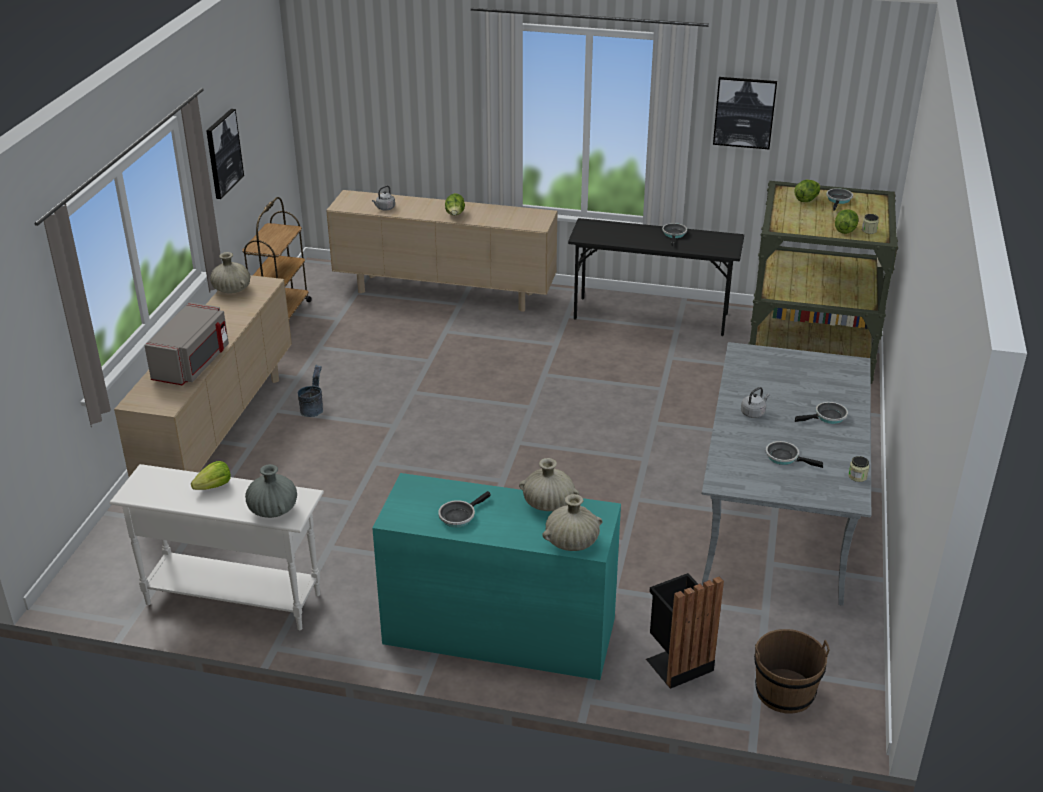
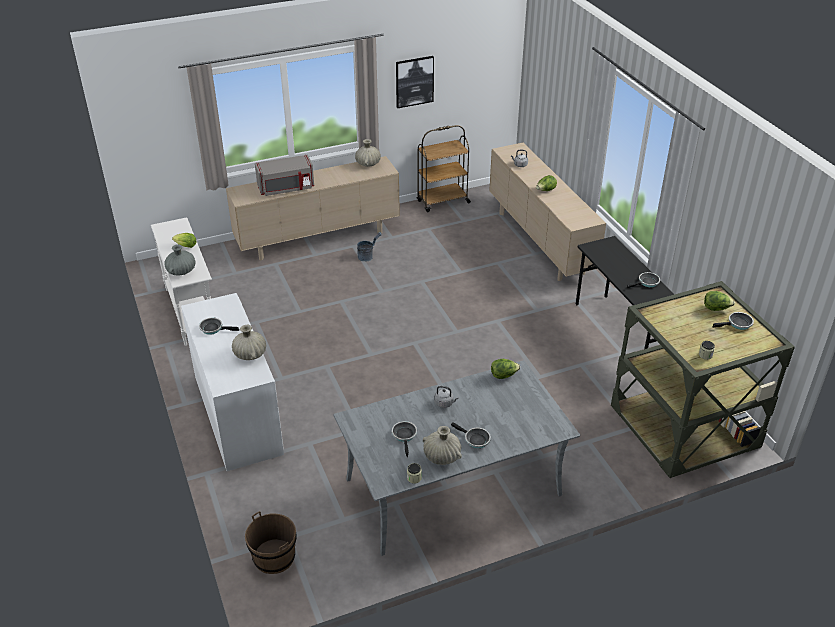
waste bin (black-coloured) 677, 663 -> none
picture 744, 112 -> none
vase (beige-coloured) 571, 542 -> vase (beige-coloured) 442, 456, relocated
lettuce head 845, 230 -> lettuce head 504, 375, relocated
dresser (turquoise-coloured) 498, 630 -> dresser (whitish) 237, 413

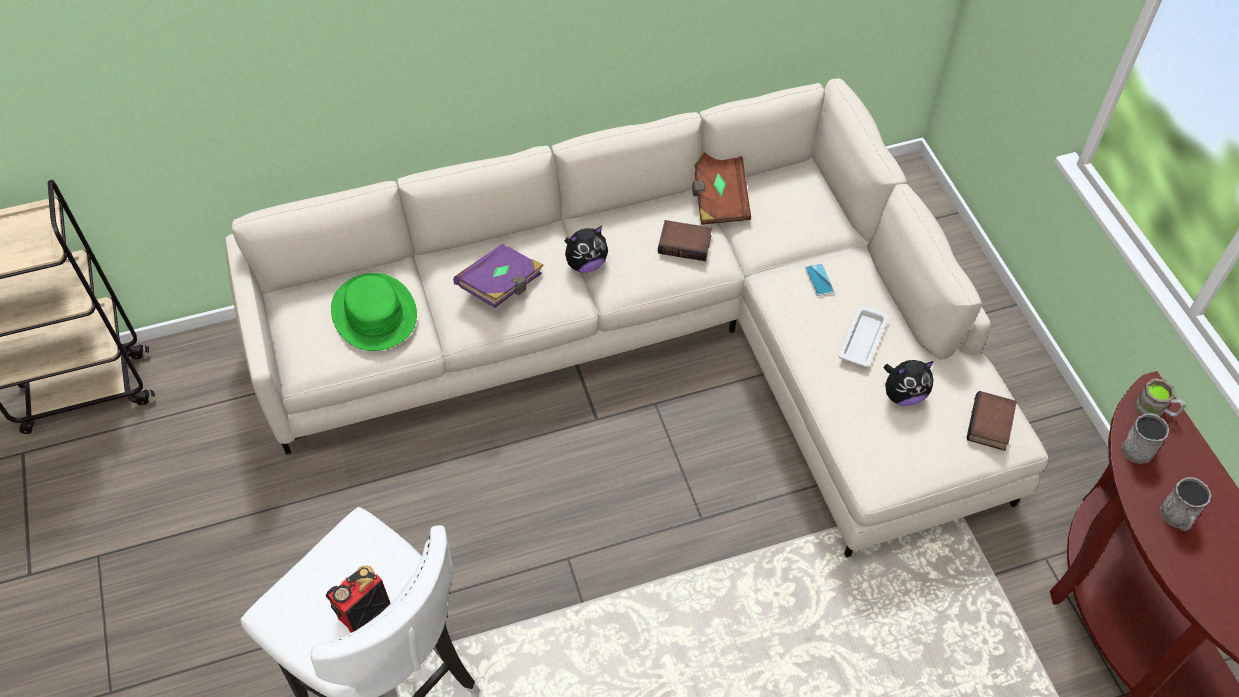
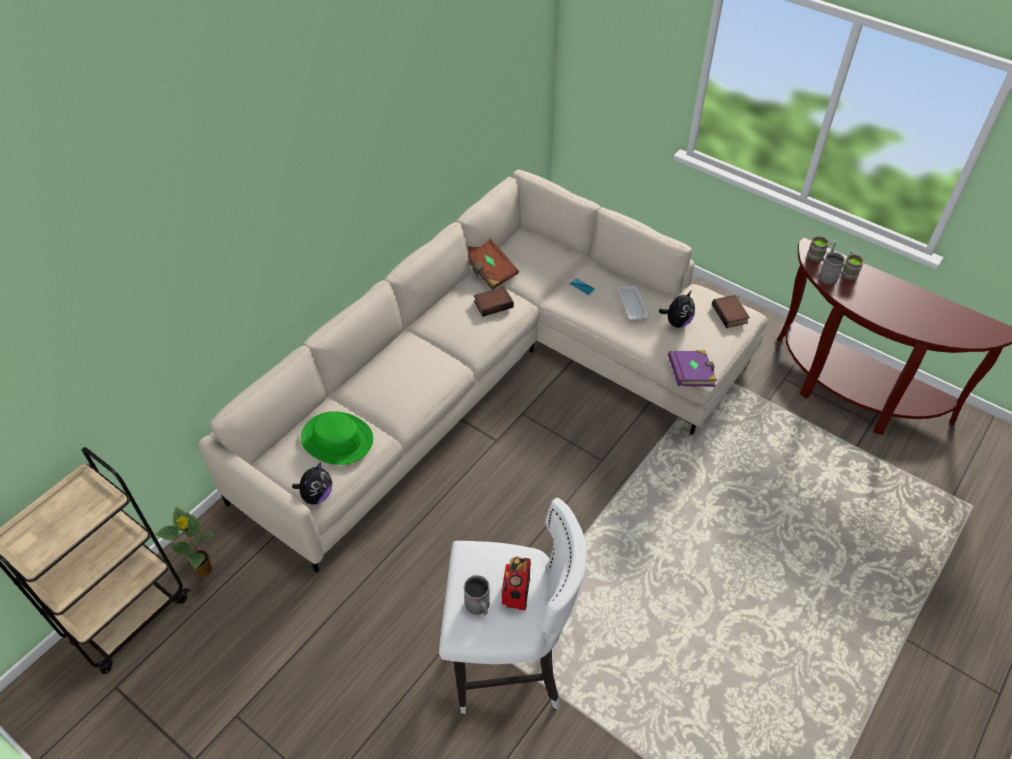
none -> houseplant 205, 569
none -> mug (brown-coloured) 849, 271
volume (purple) 501, 286 -> volume (purple) 691, 376, relocated
cuddly toy 586, 264 -> cuddly toy 316, 495, relocated
mug (greyish) 1177, 518 -> mug (greyish) 479, 606, relocated

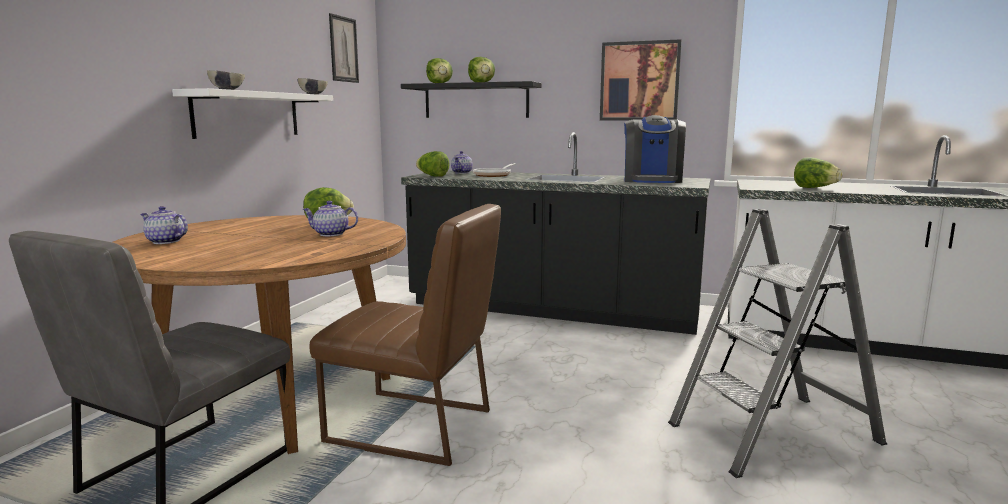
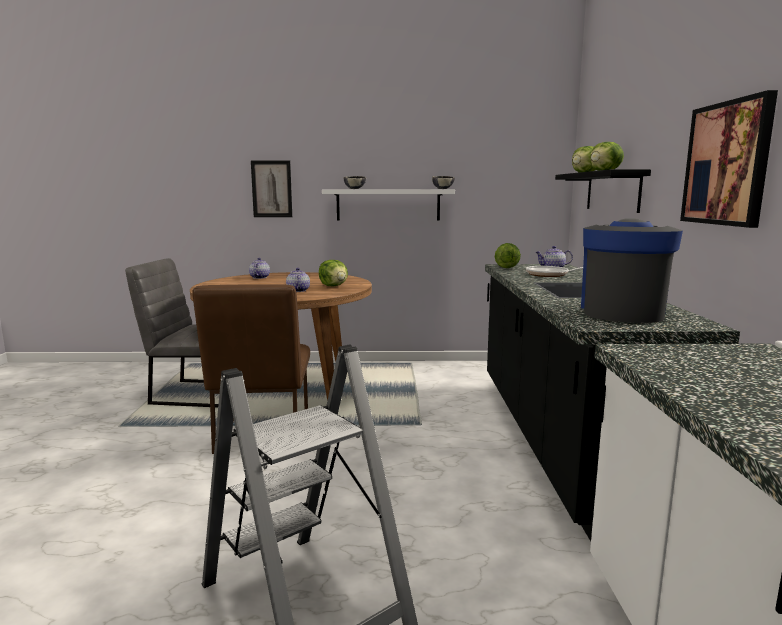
lettuce head 814, 188 -> none
picture 343, 49 -> picture 271, 189, relocated
coffee maker 652, 180 -> coffee maker 621, 311, 120 degrees clockwise

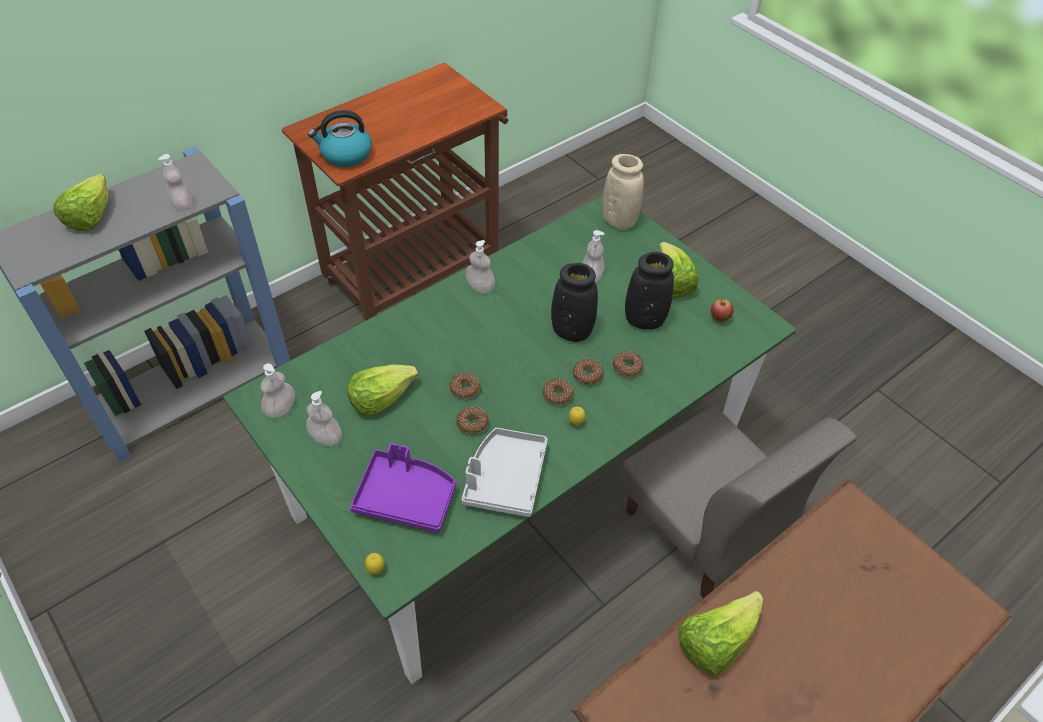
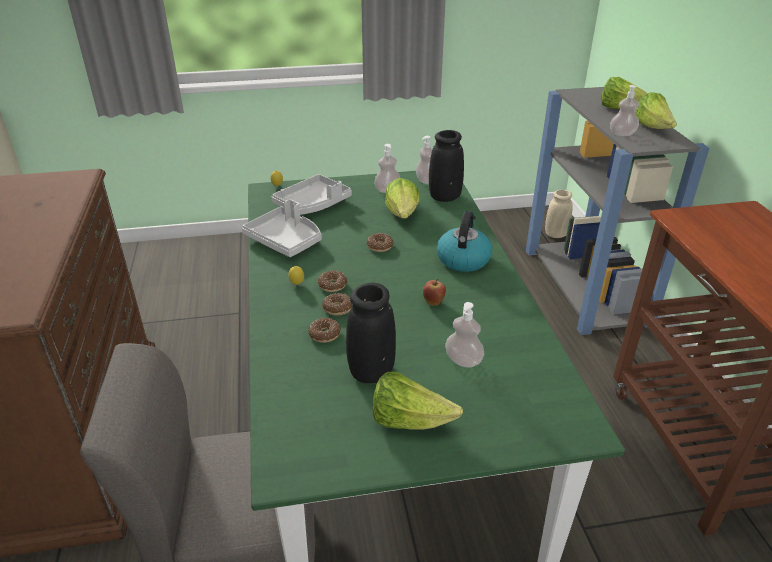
doughnut 472, 424 -> none
soap bottle 480, 287 -> none
water kettle 345, 155 -> water kettle 463, 259, relocated
vase (black-coloured) 572, 331 -> vase (black-coloured) 445, 197, relocated
vase (beige-coloured) 619, 221 -> vase (beige-coloured) 556, 235, relocated
lettuce head 715, 642 -> lettuce head 652, 128, relocated
whole apple 719, 319 -> whole apple 433, 302, relocated
carrying tray (purple) 406, 497 -> carrying tray (greyish) 313, 204

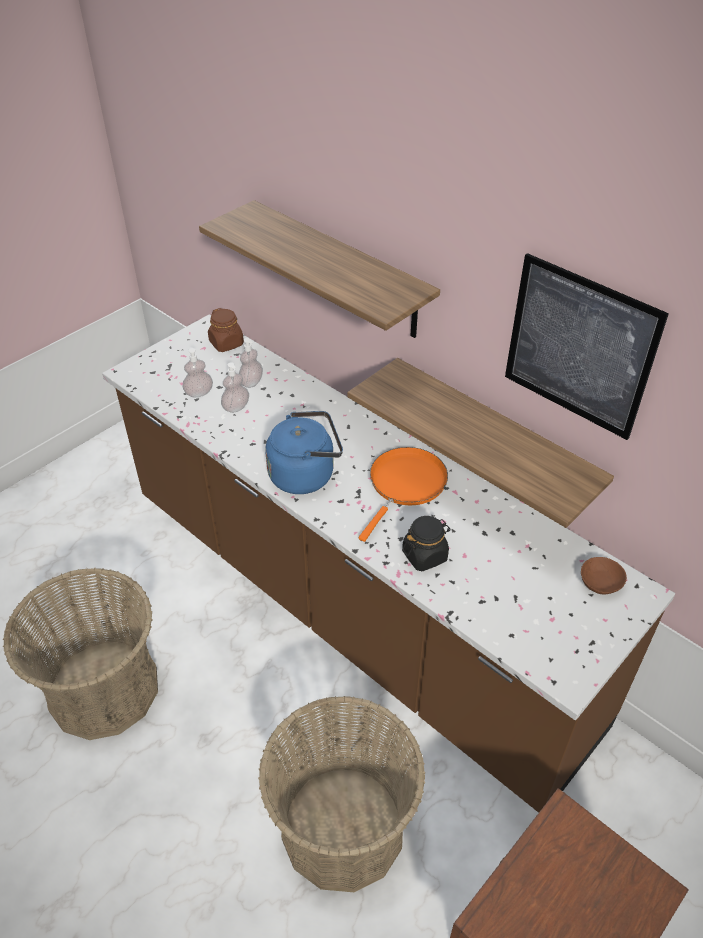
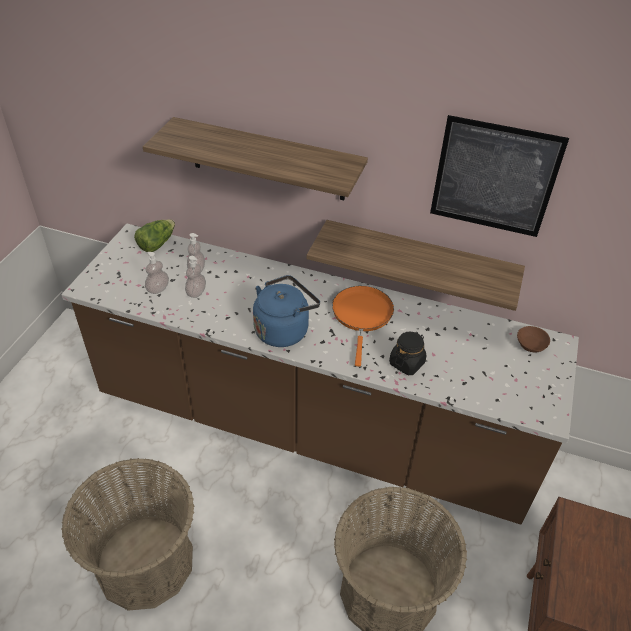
preserve jar (brown-coloured) 226, 343 -> lettuce head 157, 243

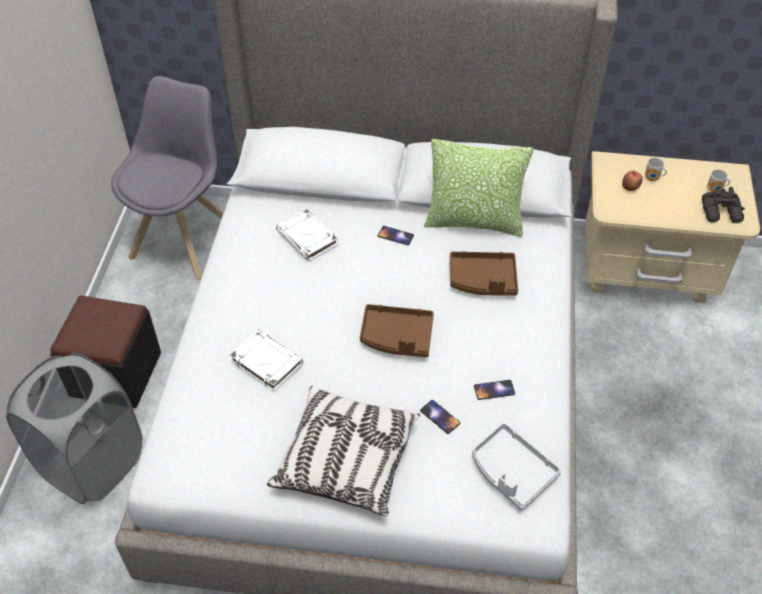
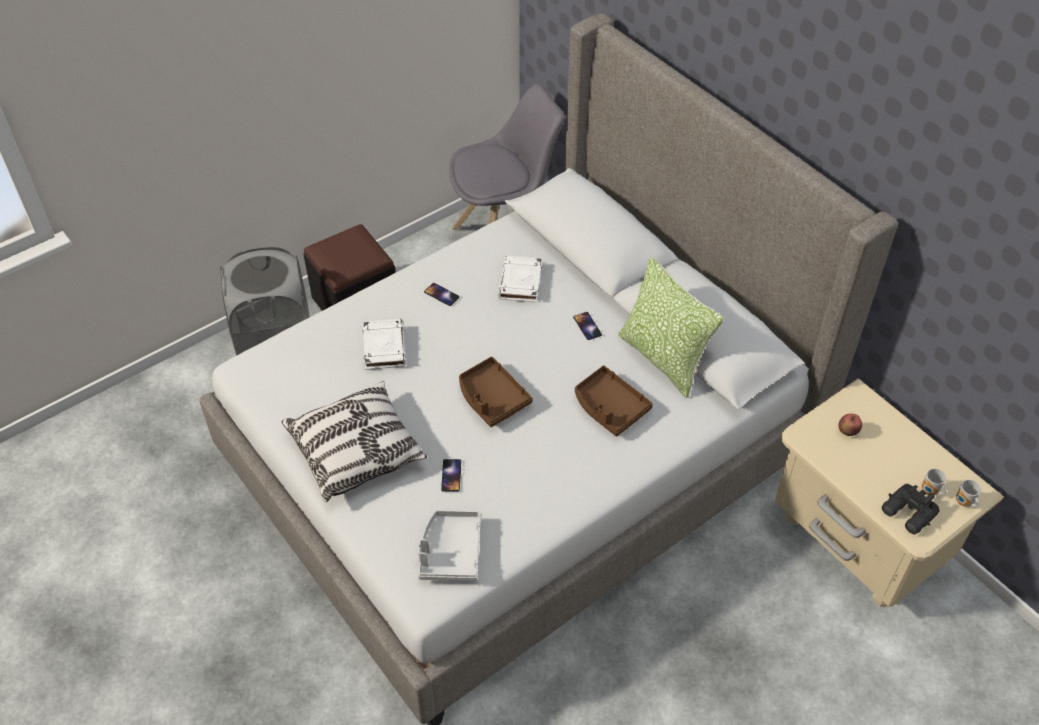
handset 494, 390 -> handset 441, 294, relocated
mug 652, 179 -> mug 964, 503, relocated

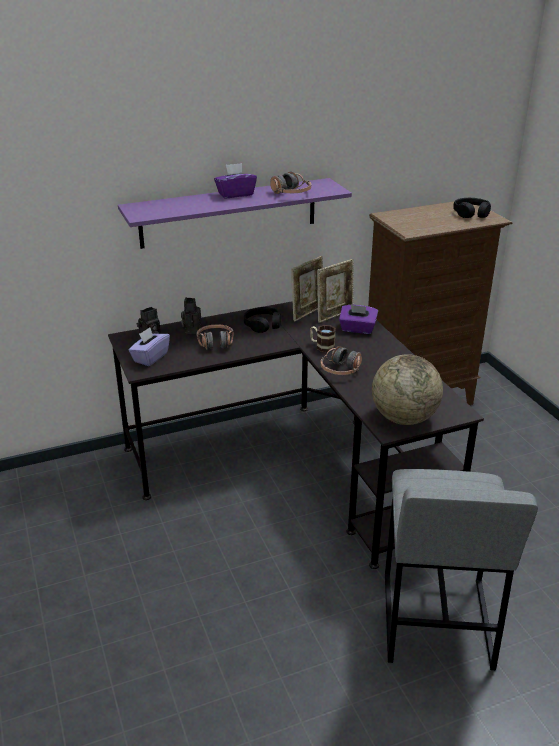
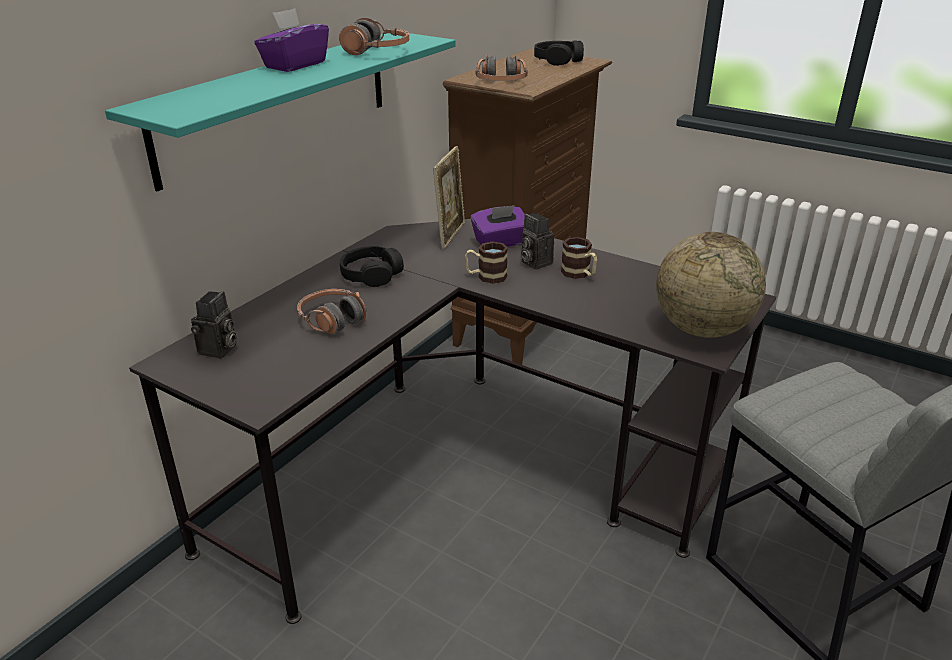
box of tissues (purple) 150, 357 -> none
photo frame 307, 313 -> none
none -> mug 579, 274
photo camera 192, 329 -> photo camera 534, 262, relocated
headset 341, 370 -> headset 501, 83, relocated
wall shelf (purple) 229, 213 -> wall shelf (turquoise-coloured) 278, 104

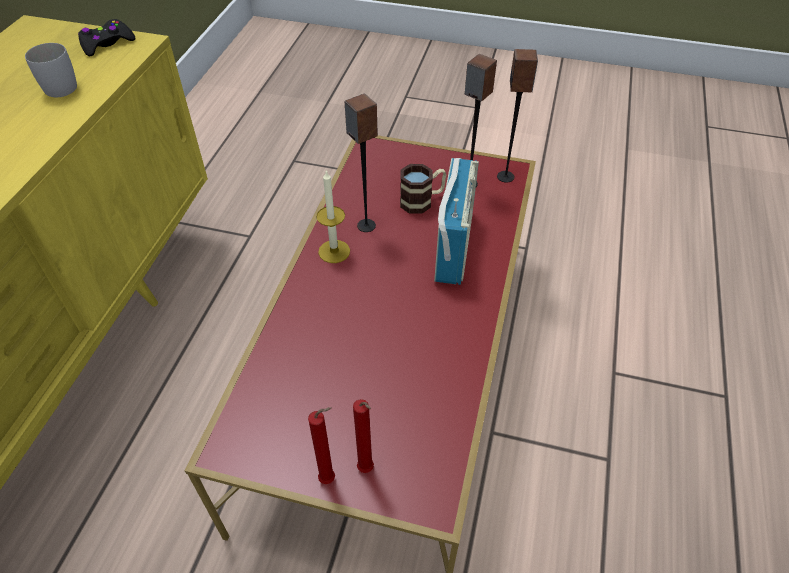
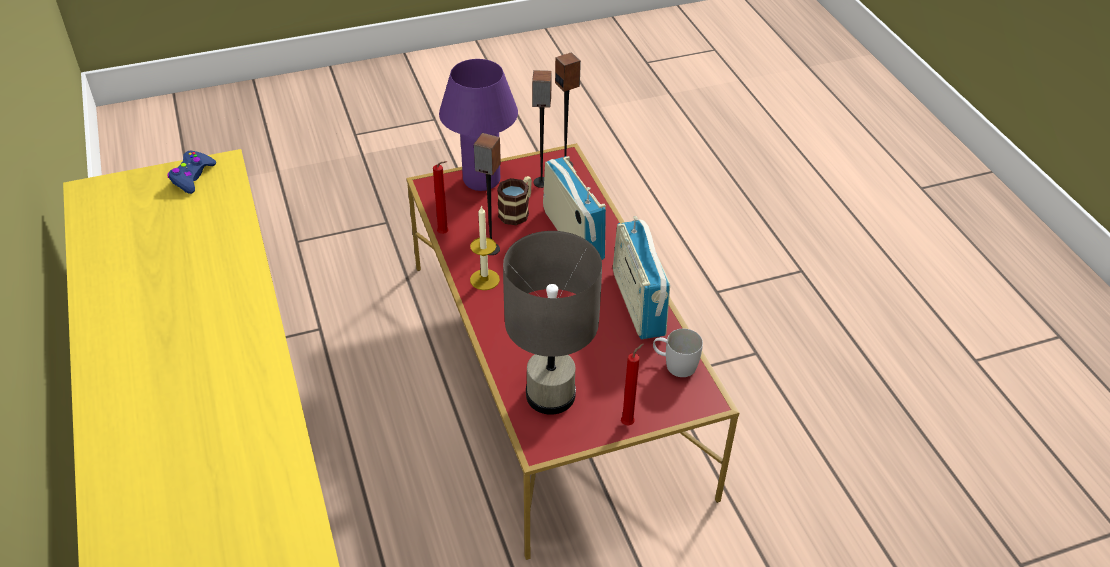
none -> table lamp (purple) 481, 180
none -> table lamp (greyish) 549, 395
none -> radio receiver 638, 304
mug (whitish) 59, 85 -> mug (whitish) 674, 364, relocated
wax candle (red-coloured) 367, 470 -> wax candle (red-coloured) 444, 234, relocated
joypad (black-coloured) 107, 44 -> joypad (blue-coloured) 192, 177

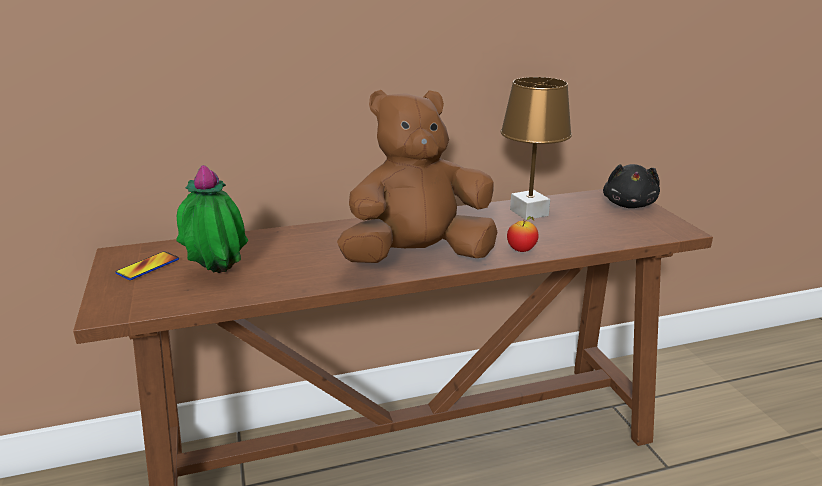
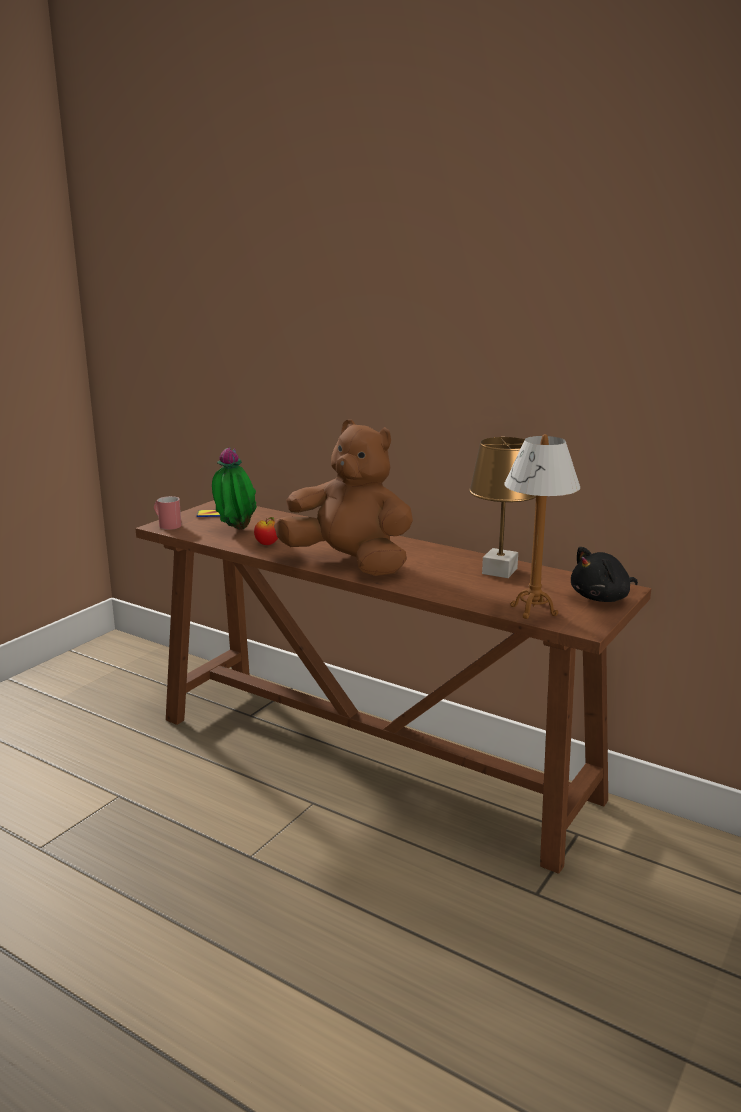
none -> mug (red-coloured) 166, 525
none -> table lamp 534, 610
whole apple 521, 250 -> whole apple 267, 544, relocated

